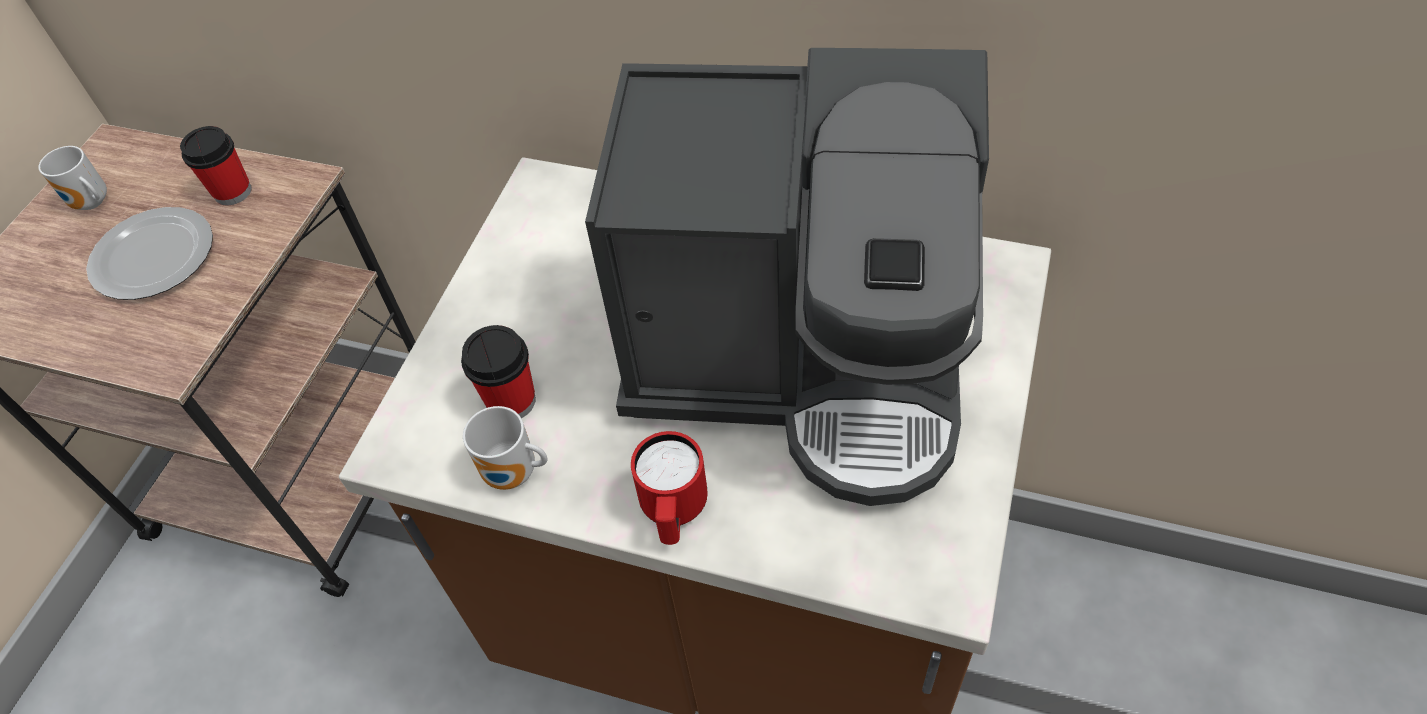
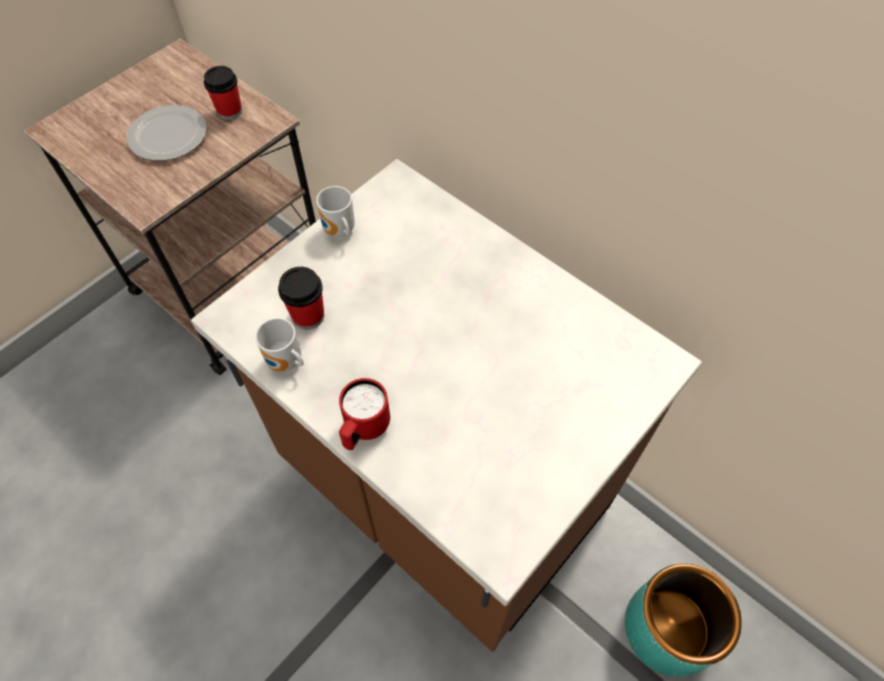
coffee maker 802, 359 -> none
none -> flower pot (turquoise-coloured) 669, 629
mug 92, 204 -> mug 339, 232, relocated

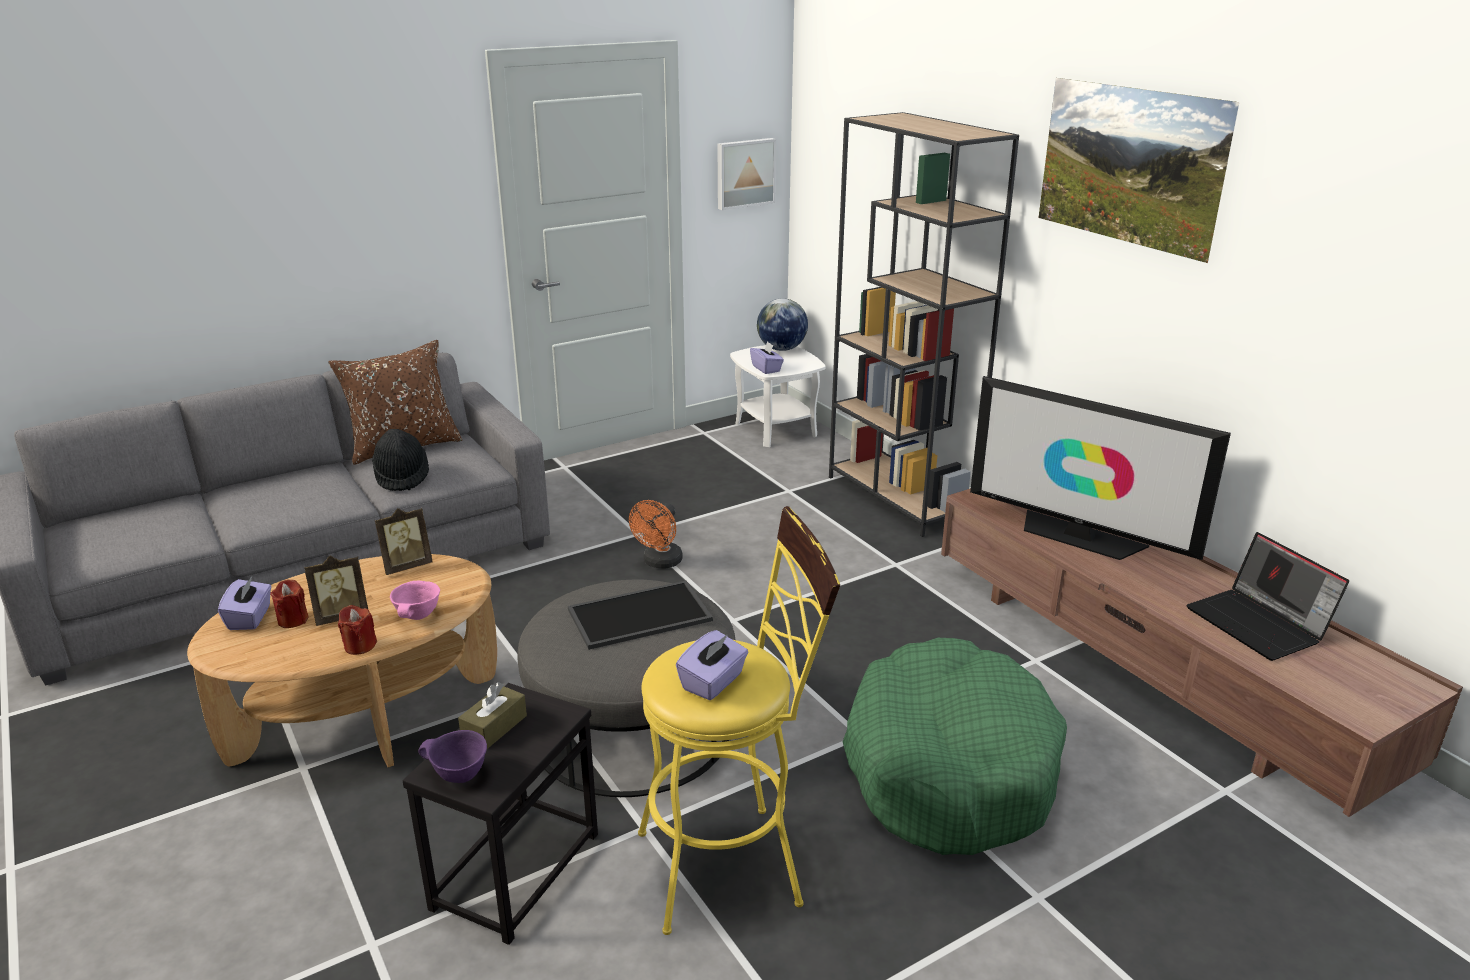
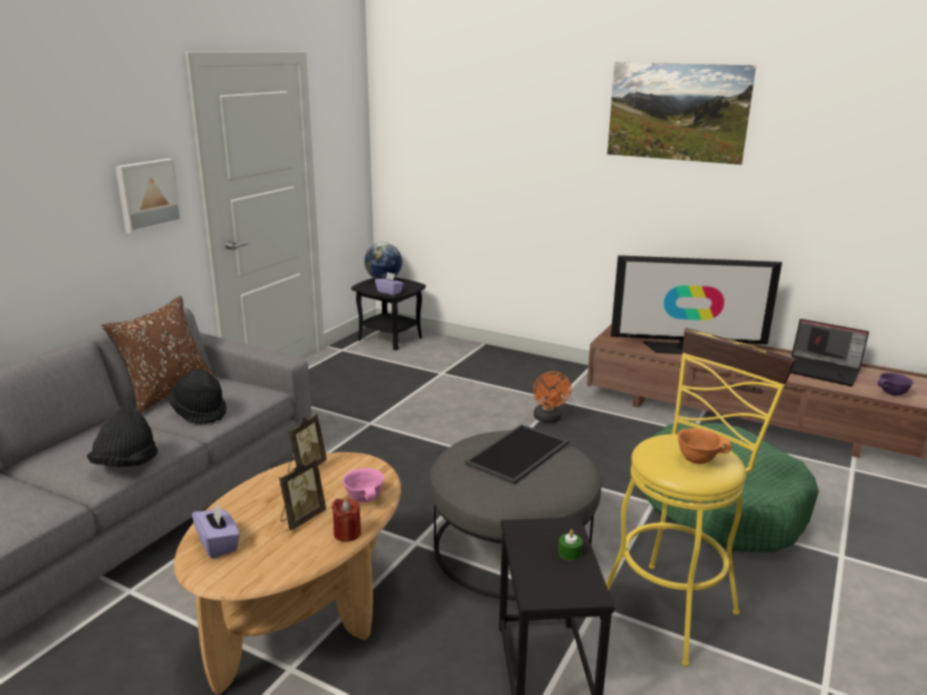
wax candle (red-coloured) 293, 620 -> none
box of tissues (brown-coloured) 494, 727 -> none
bookshelf 901, 497 -> none
none -> wearable hat (black-coloured) 126, 464
none -> wax candle (greenish) 570, 553
serving bowl (purple) 458, 775 -> serving bowl (purple) 892, 394, relocated
fan (orange-coloured) 660, 563 -> fan (orange-coloured) 548, 419, relocated
picture 744, 173 -> picture 147, 194, relocated
box of tissues (purple) 713, 682 -> serving bowl (orange-coloured) 698, 460
end table (whitish) 776, 429 -> end table (black-coloured) 390, 338

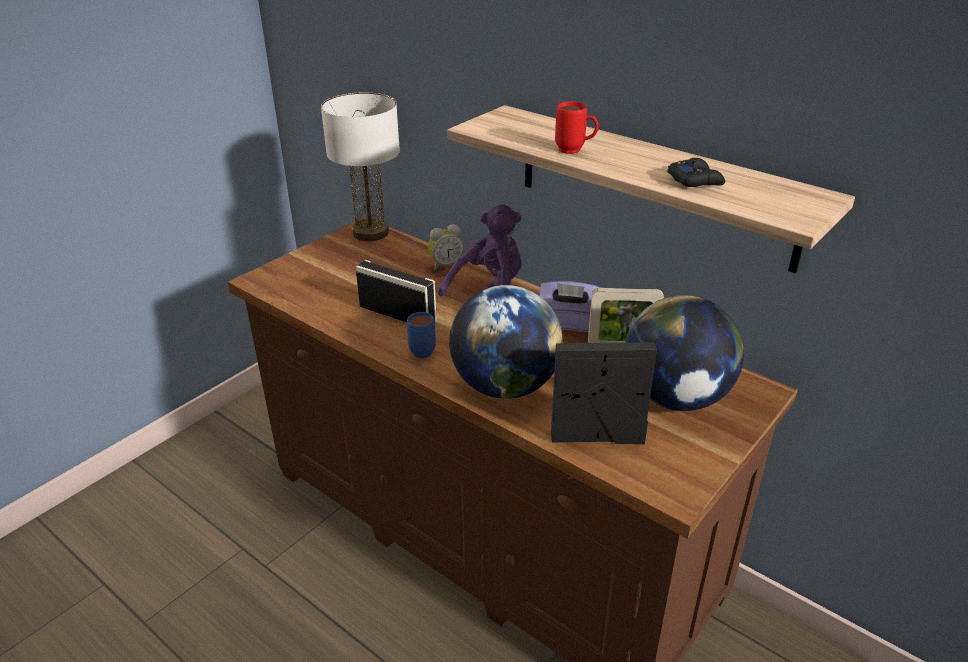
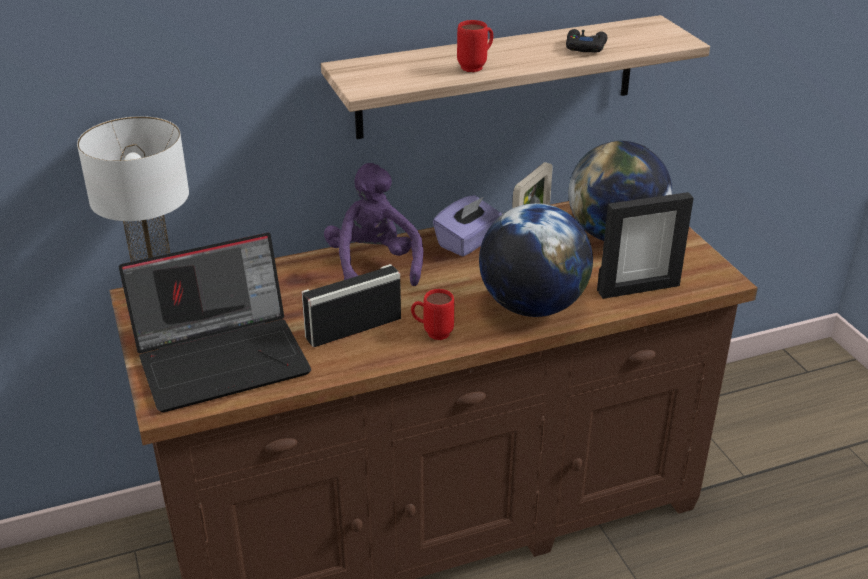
alarm clock 445, 265 -> none
none -> laptop 224, 357
mug (blue-coloured) 420, 350 -> mug (red-coloured) 432, 333
photo frame 597, 439 -> photo frame 638, 288, 135 degrees counterclockwise

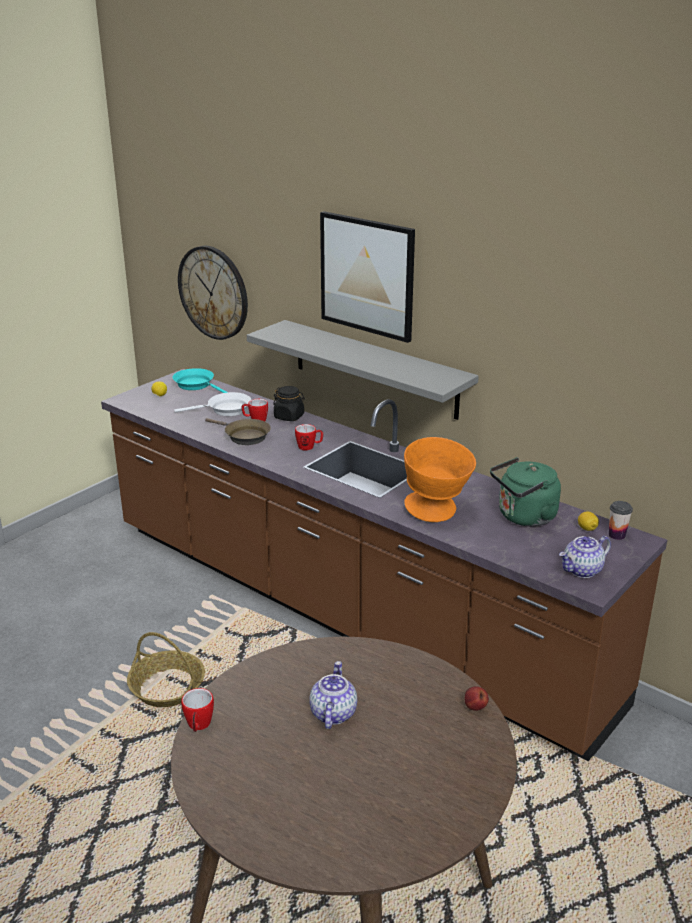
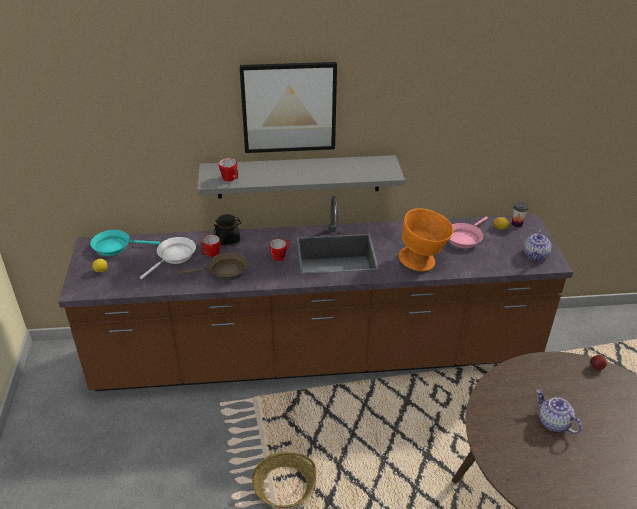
wall clock 213, 292 -> none
mug 198, 726 -> mug 231, 179, relocated
water kettle (greenish) 524, 517 -> skillet (pink) 464, 238

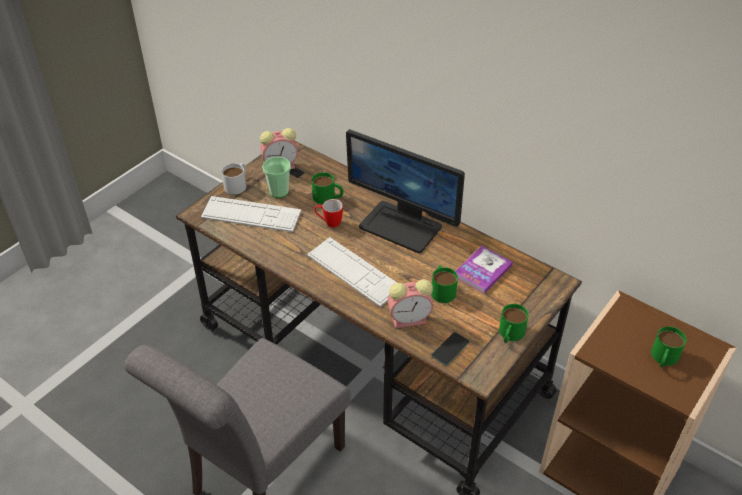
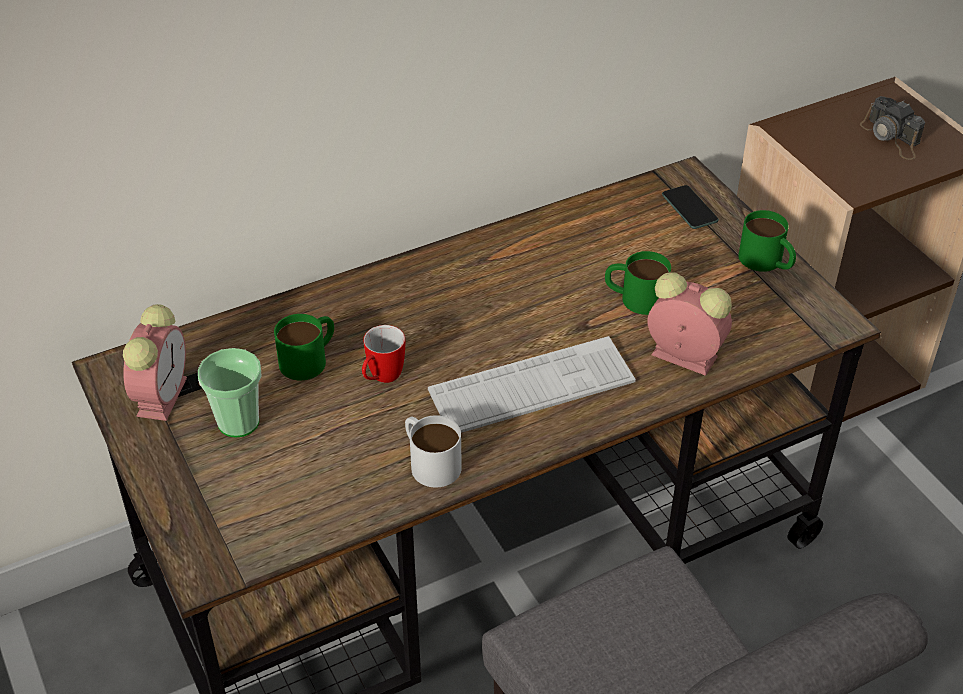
computer keyboard 251, 215 -> none
computer screen 401, 226 -> none
volume 483, 270 -> none
mug (whitish) 237, 184 -> mug (whitish) 429, 461, relocated
handset 450, 349 -> handset 689, 208, relocated
mug (greenish) 663, 358 -> photo camera 891, 137
alarm clock 410, 319 -> alarm clock 681, 355, 75 degrees counterclockwise

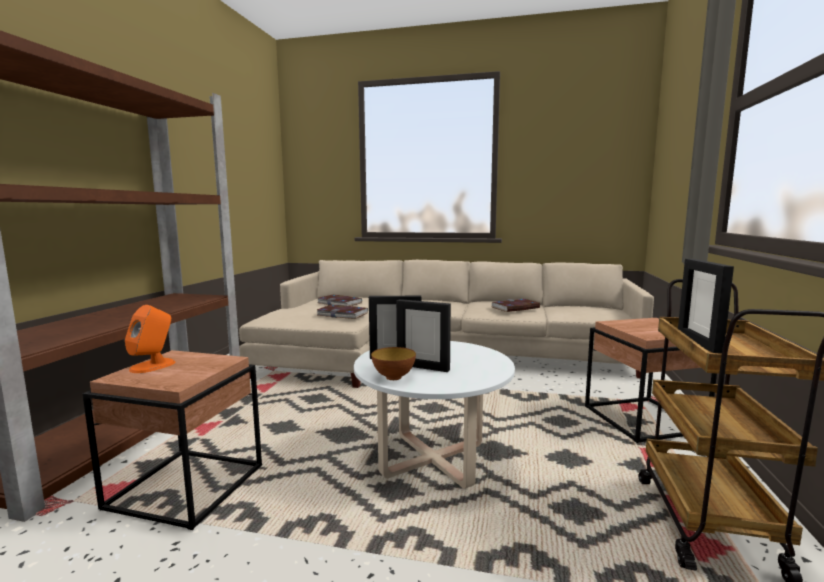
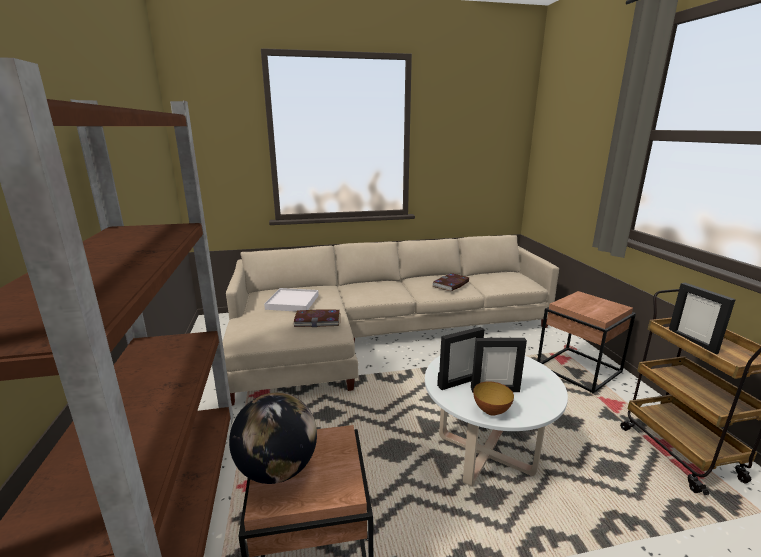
speaker (orange-coloured) 153, 366 -> desk globe 277, 470
volume 339, 303 -> carrying tray (whitish) 292, 302

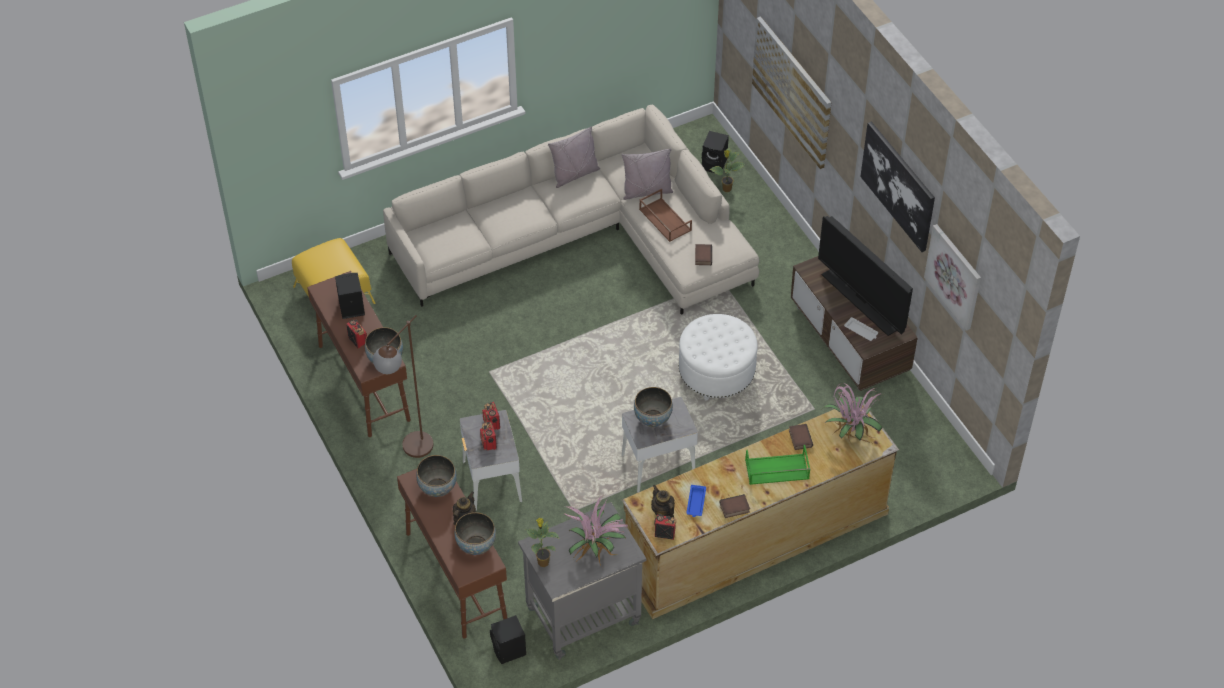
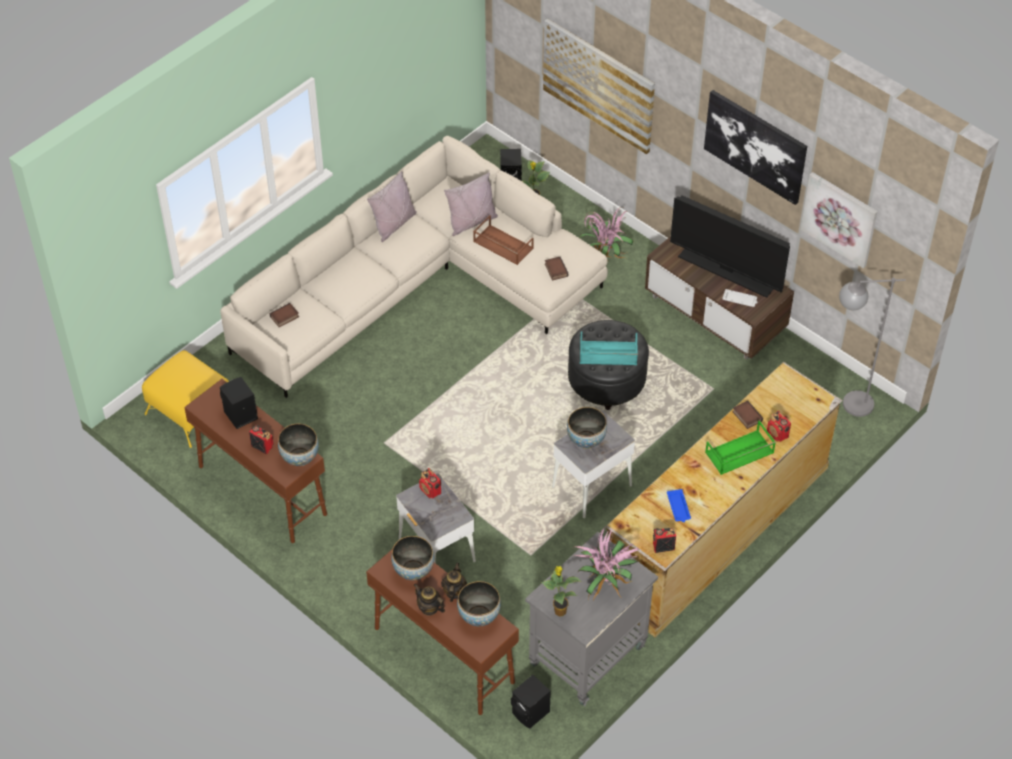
floor lamp (brown-coloured) 411, 453 -> none
none -> carrying tray (turquoise-coloured) 607, 353
none -> floor lamp (greyish) 846, 405
radio receiver 488, 443 -> radio receiver 777, 434, relocated
tea pot 662, 511 -> tea pot 429, 608, relocated
volume 734, 508 -> volume 284, 317, relocated
houseplant 849, 432 -> houseplant 604, 255, relocated
ottoman (whitish) 716, 375 -> ottoman (black-coloured) 606, 382

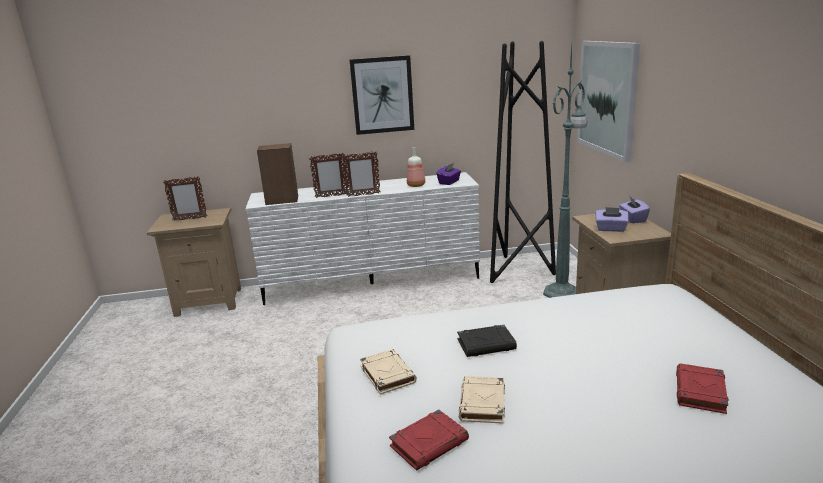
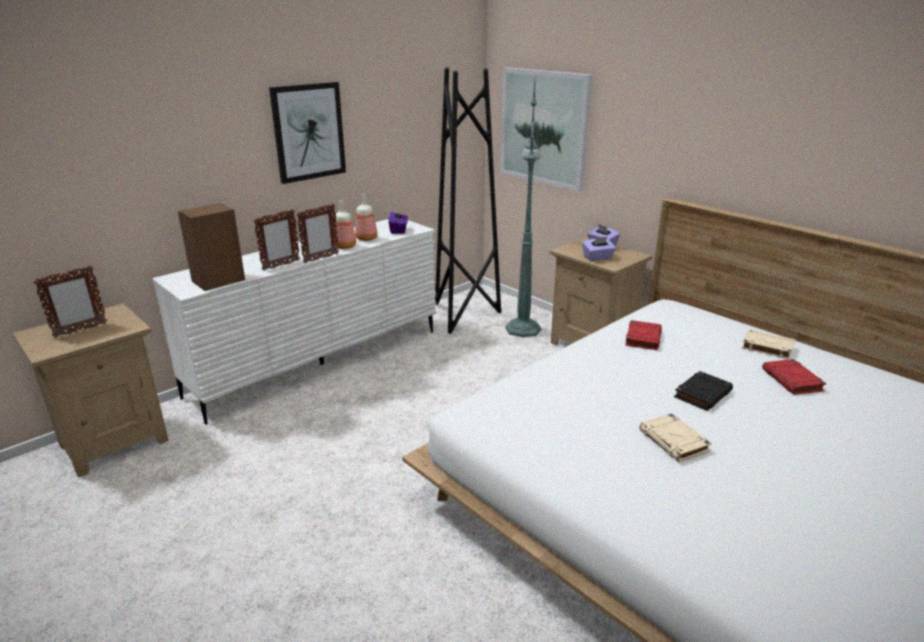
none -> bottle 345, 246
volume (beige-coloured) 387, 374 -> volume (beige-coloured) 766, 347, relocated
volume (red-coloured) 429, 443 -> volume (red-coloured) 643, 338, relocated
volume (black-coloured) 486, 344 -> volume (black-coloured) 702, 394, relocated

